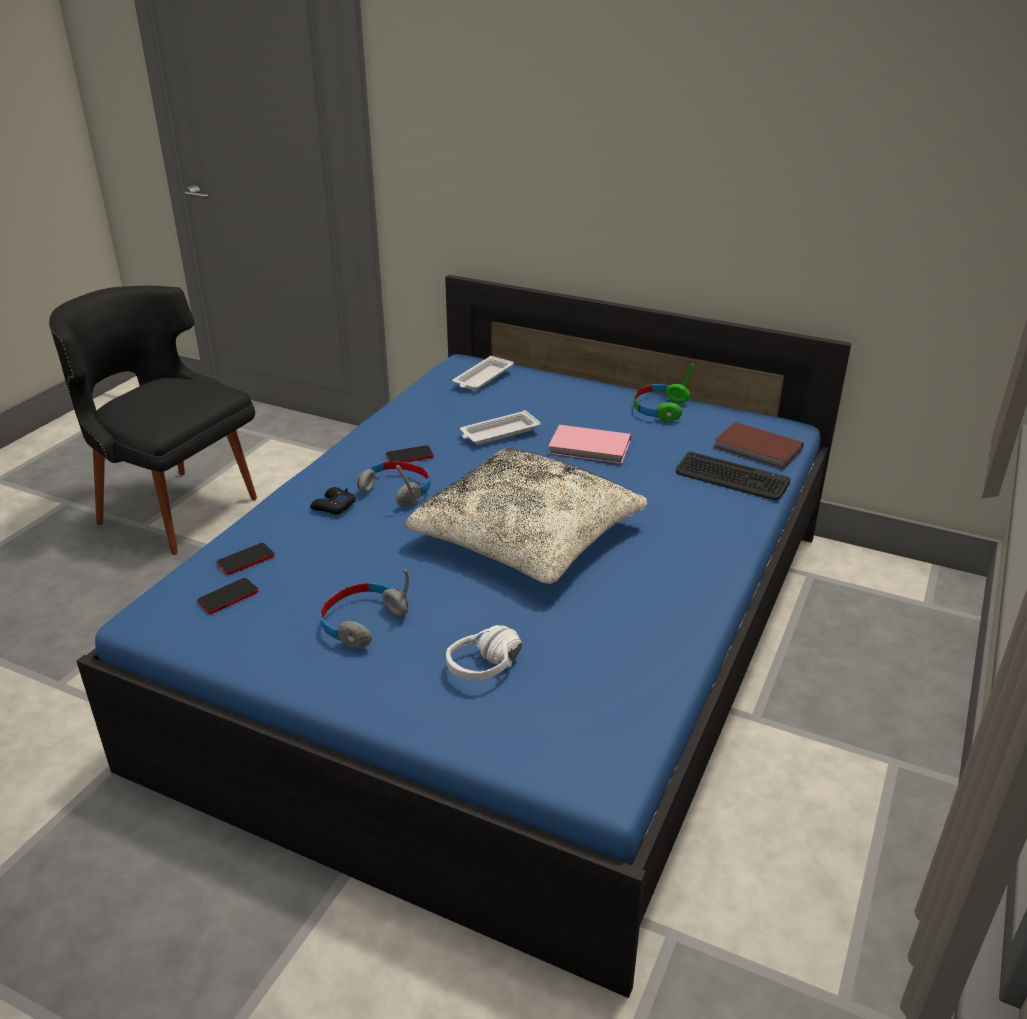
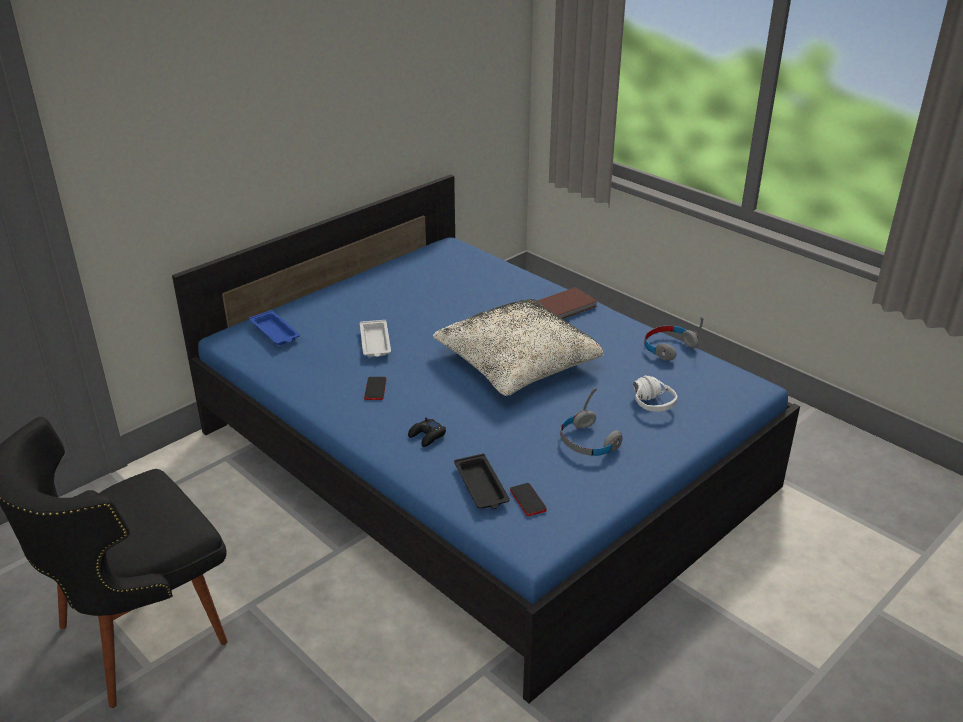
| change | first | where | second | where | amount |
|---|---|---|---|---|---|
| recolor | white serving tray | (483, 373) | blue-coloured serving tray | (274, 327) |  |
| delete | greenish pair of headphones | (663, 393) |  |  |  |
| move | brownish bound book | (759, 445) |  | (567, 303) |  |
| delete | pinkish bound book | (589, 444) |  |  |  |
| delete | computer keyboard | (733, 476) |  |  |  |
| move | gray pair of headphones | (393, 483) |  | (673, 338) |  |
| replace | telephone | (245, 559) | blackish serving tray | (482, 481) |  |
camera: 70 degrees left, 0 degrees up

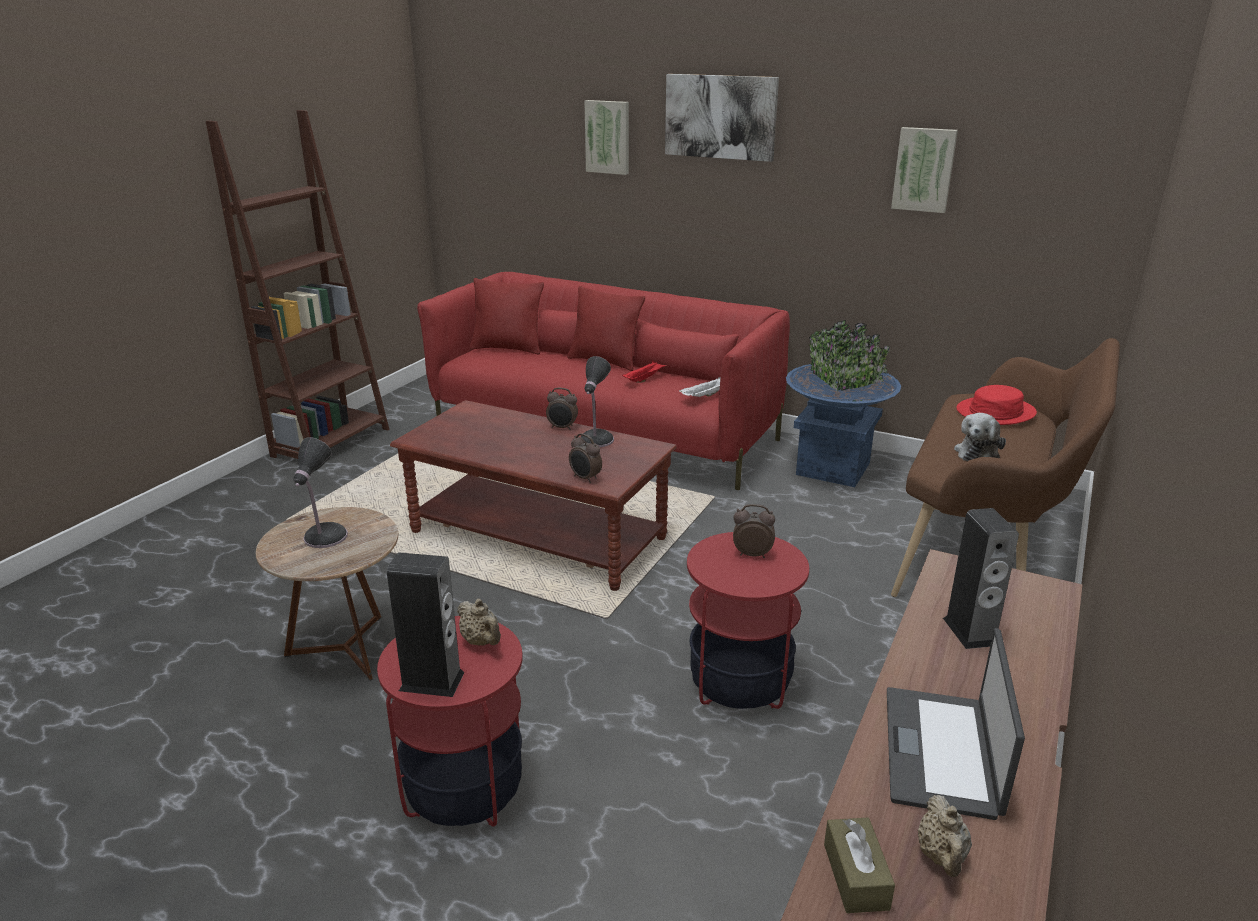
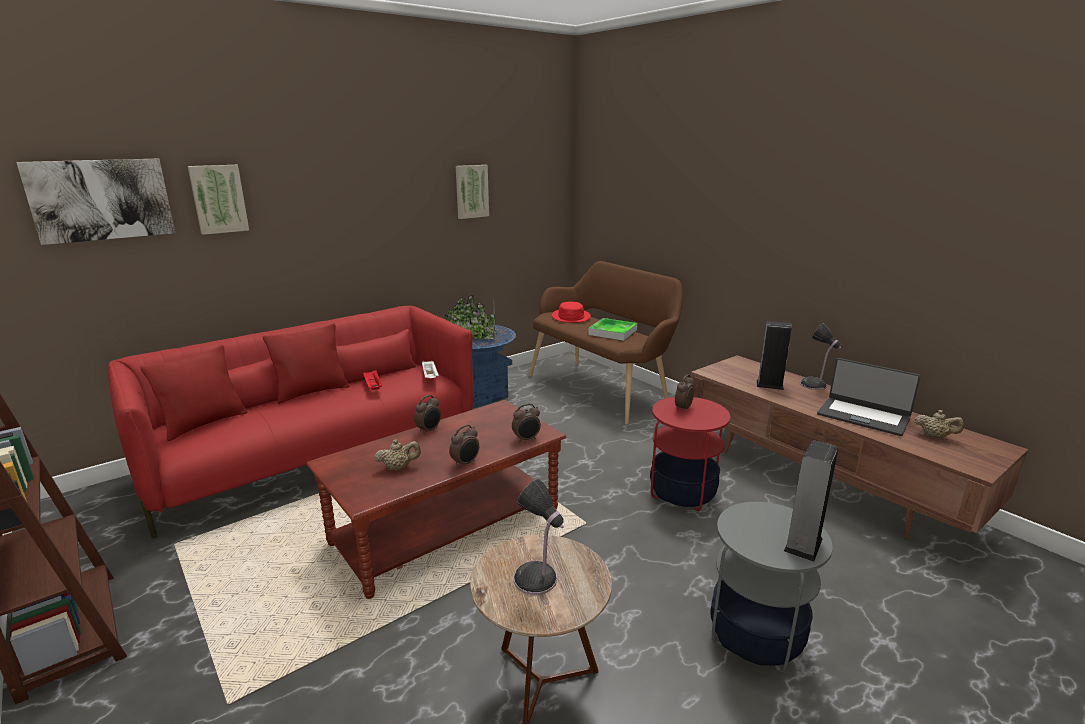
| change | first | where | second | where | amount |
|---|---|---|---|---|---|
| move | wall picture | (722, 118) |  | (95, 202) |  |
| move | lamp for a table | (597, 401) |  | (820, 356) |  |
| replace | plush toy | (980, 437) | serving tray | (612, 329) |  |
| move | beige pot for tea | (479, 622) |  | (397, 454) |  |
| recolor | red accent table | (450, 721) | gray accent table | (771, 587) |  |
| delete | brownish box of tissues | (859, 865) |  |  |  |
| insert |  |  | alarm clock | (464, 446) |  |
camera: 65 degrees left, 5 degrees down

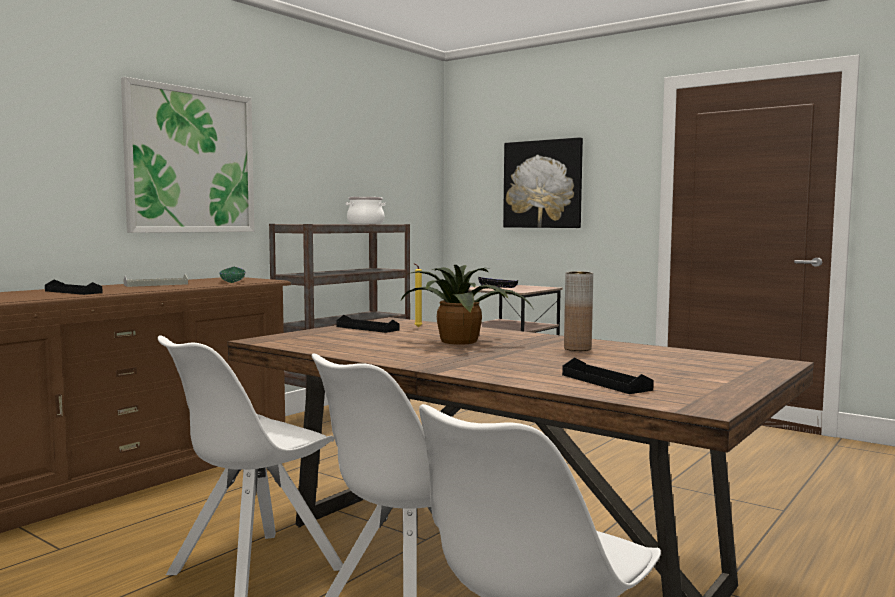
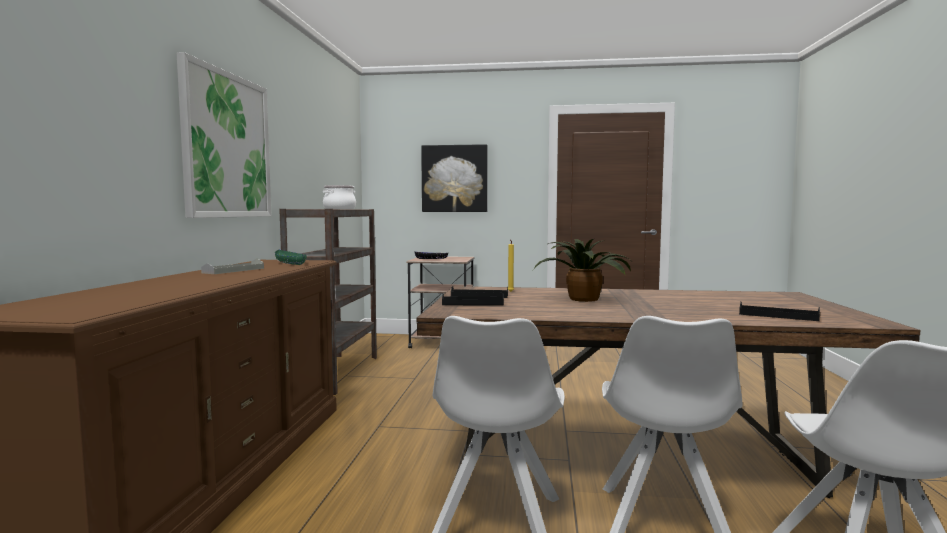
| change | first | where | second | where | amount |
|---|---|---|---|---|---|
| delete | brownish vase | (578, 311) |  |  |  |
| move | blackish serving tray | (74, 287) |  | (473, 299) |  |
camera: 30 degrees left, 0 degrees up

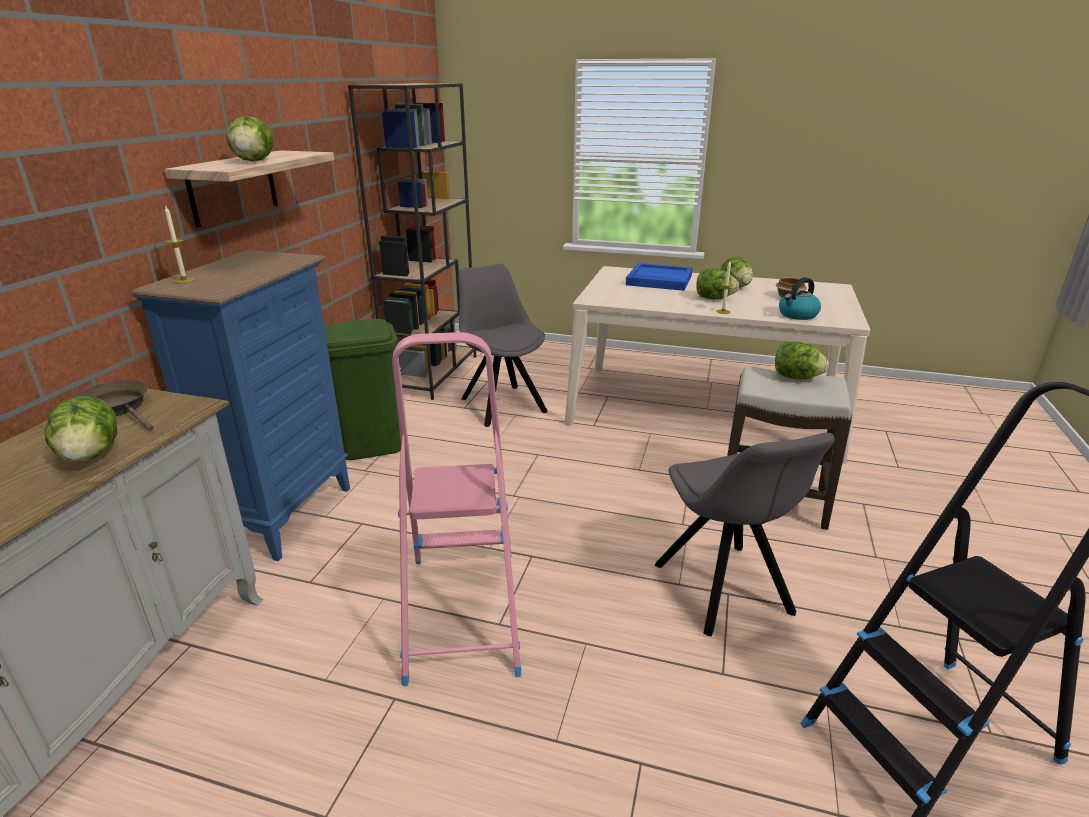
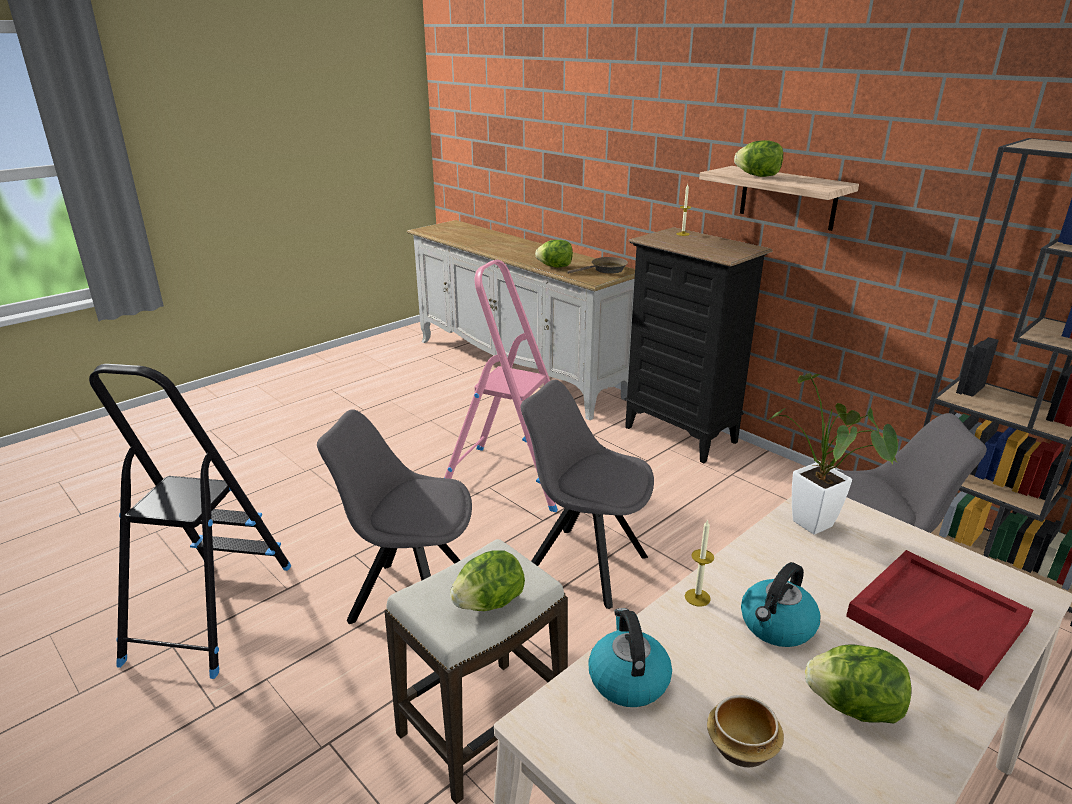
| change | first | where | second | where | amount |
|---|---|---|---|---|---|
| recolor | blue-coloured chest of drawers | (240, 405) | blackish chest of drawers | (698, 345) |  |
| recolor | blue-coloured serving tray | (659, 277) | red serving tray | (939, 620) |  |
| replace | head of lettuce | (717, 284) | water kettle | (781, 604) |  |
| delete | greenish rubbish bin | (362, 389) |  |  |  |
| insert |  |  | houseplant | (832, 453) |  |
| insert |  |  | gray upright chair | (587, 494) |  |
camera: 120 degrees right, 0 degrees up

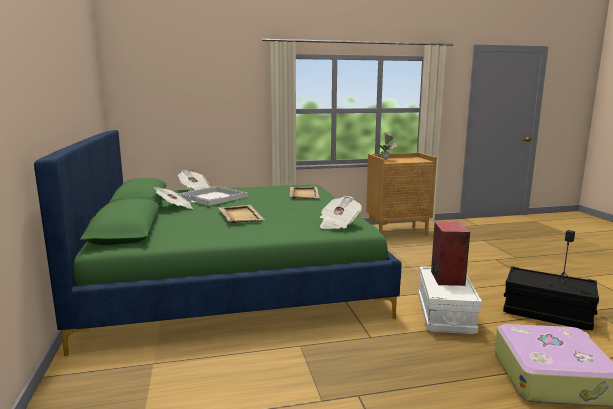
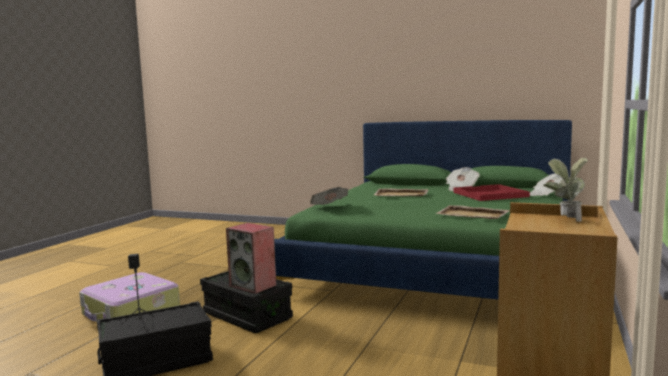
| change | first | where | second | where | amount |
|---|---|---|---|---|---|
| recolor | white serving tray | (213, 196) | red serving tray | (491, 192) |  |
| recolor | white storage box | (450, 300) | blackish storage box | (246, 302) |  |
camera: 125 degrees right, 5 degrees down

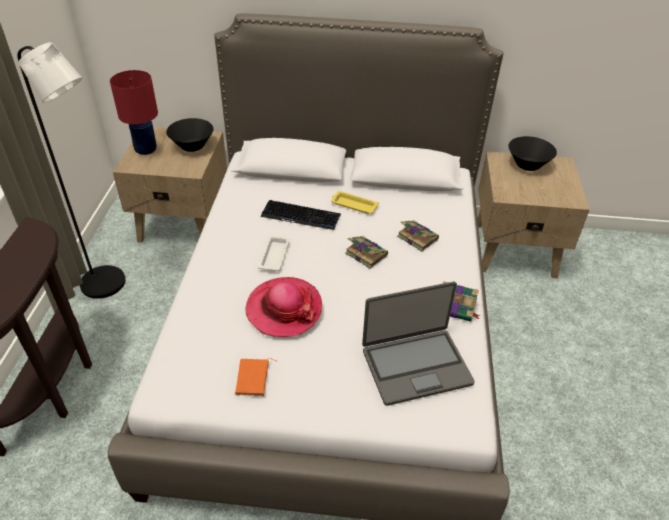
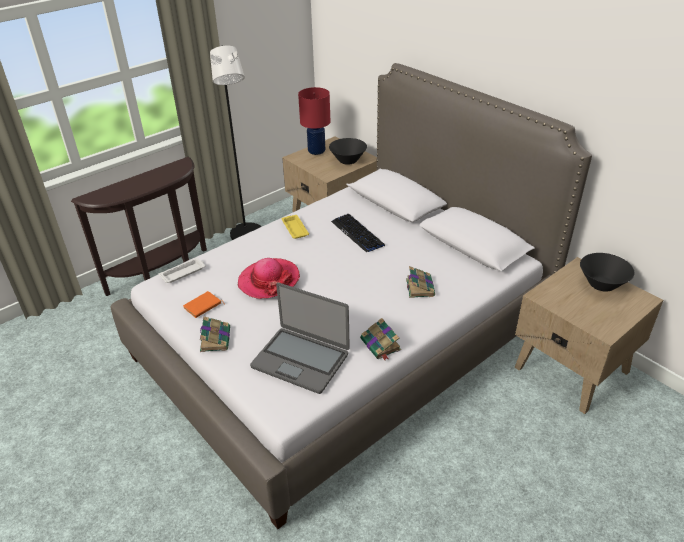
| change | first | where | second | where | amount |
|---|---|---|---|---|---|
| move | yellowish serving tray | (355, 202) |  | (295, 227) |  |
| move | white serving tray | (274, 253) |  | (182, 270) |  |
| move | bound book | (366, 252) |  | (215, 334) |  |
camera: 45 degrees right, 5 degrees down

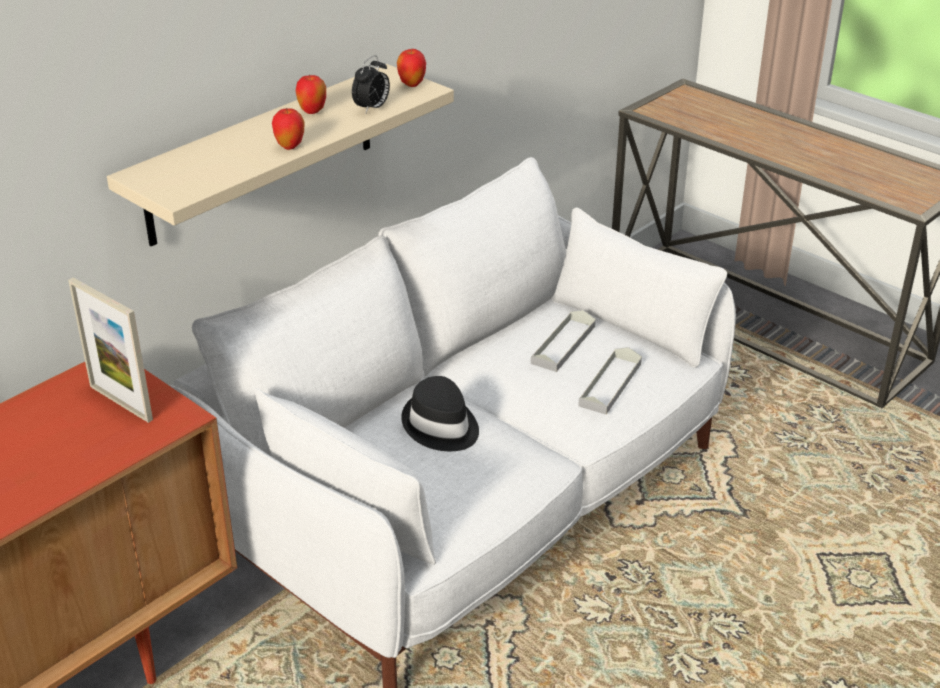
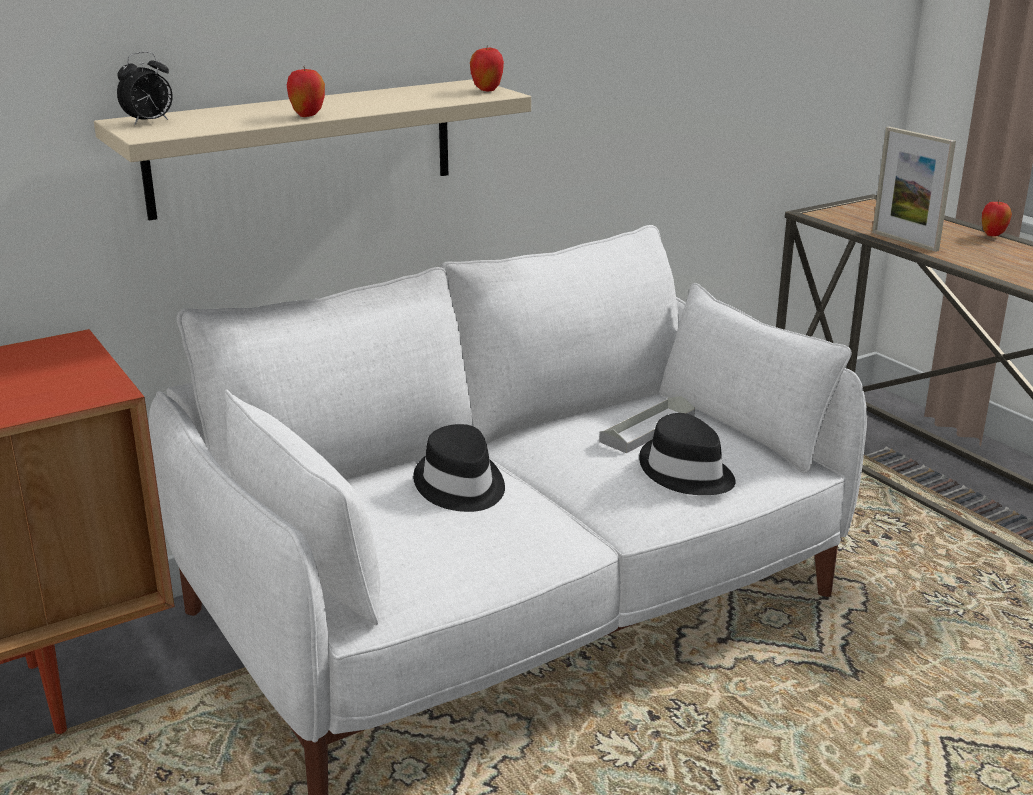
| change | first | where | second | where | amount |
|---|---|---|---|---|---|
| move | alarm clock | (371, 84) |  | (145, 88) |  |
| move | apple | (311, 94) |  | (997, 218) |  |
| move | standing frame | (110, 350) |  | (914, 189) |  |
| replace | gray serving tray | (610, 380) | blackish clothing hat | (687, 454) |  |
camera: 15 degrees right, 10 degrees down

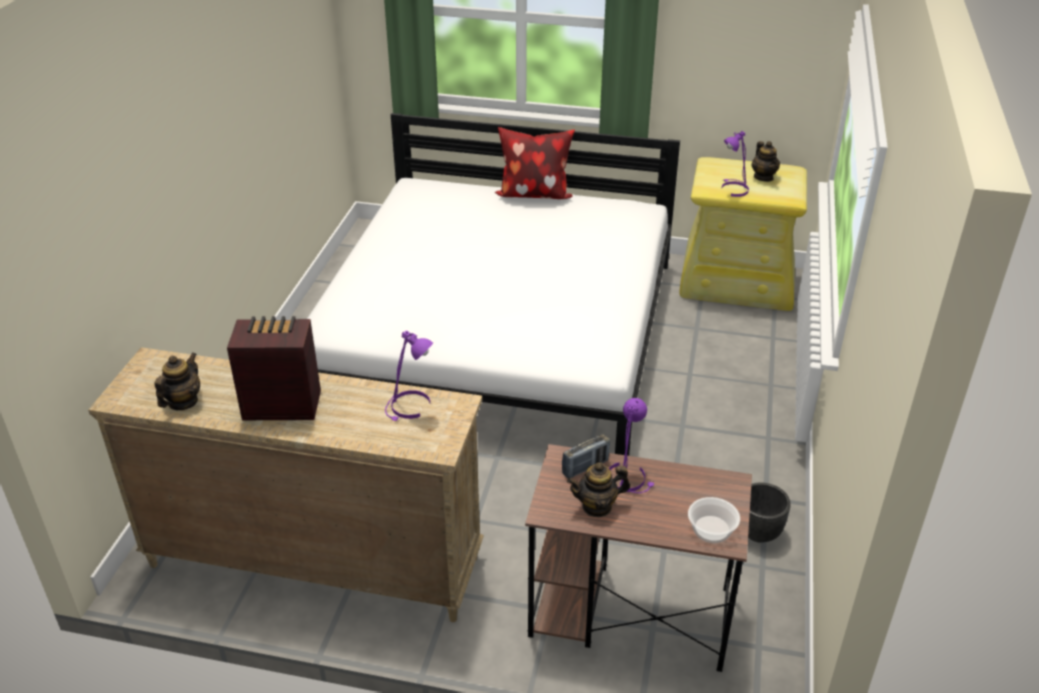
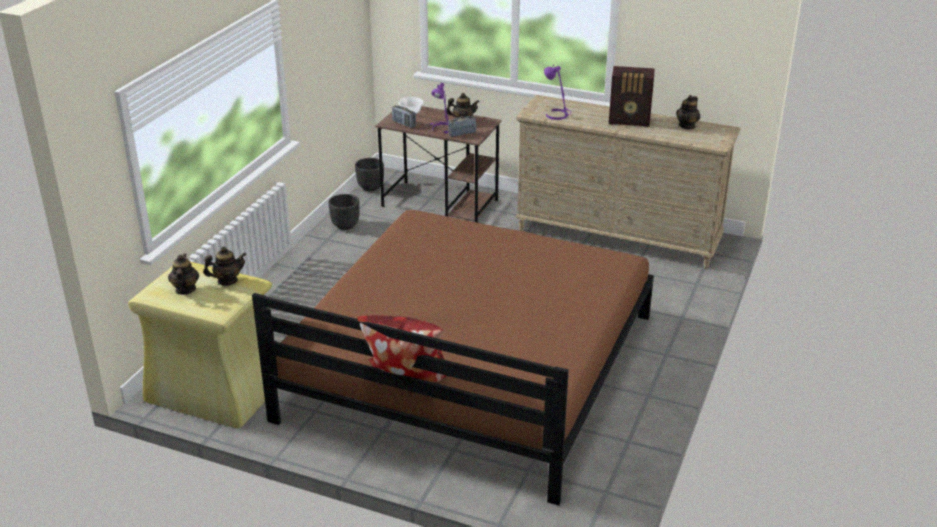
| change | first | where | second | where | amount |
|---|---|---|---|---|---|
| recolor | white bedroom bed | (493, 284) | brownish bedroom bed | (453, 358) |  |
| replace | purple lamp for a table | (735, 164) | pot for tea | (225, 266) |  |
| insert |  |  | radio set | (404, 116) |  |
| insert |  |  | blackish flower pot | (369, 174) |  |
camera: 170 degrees left, 5 degrees down

